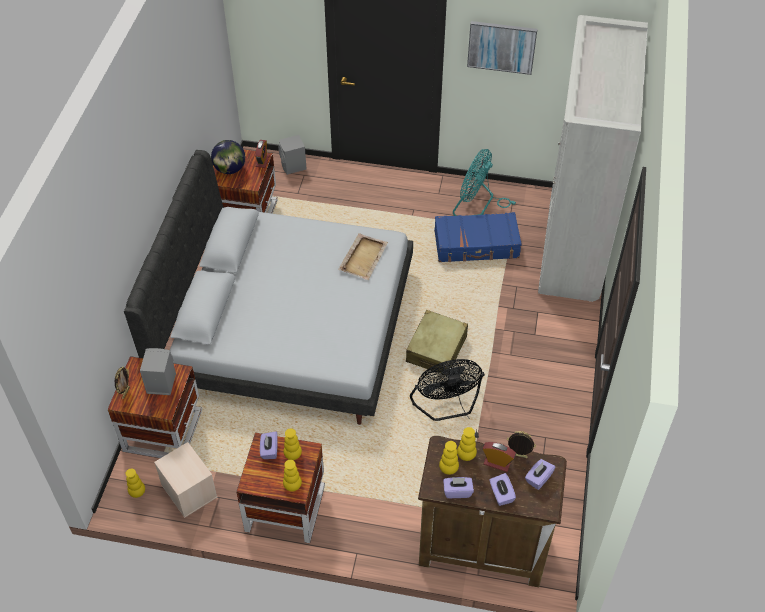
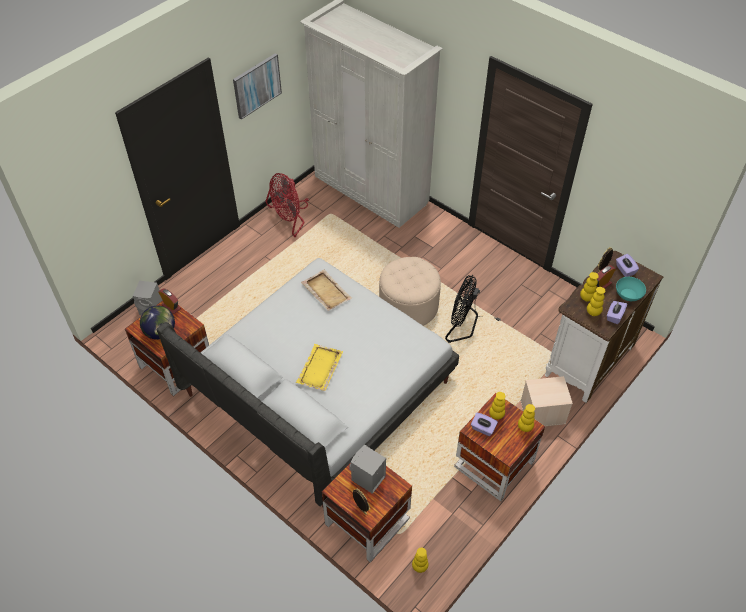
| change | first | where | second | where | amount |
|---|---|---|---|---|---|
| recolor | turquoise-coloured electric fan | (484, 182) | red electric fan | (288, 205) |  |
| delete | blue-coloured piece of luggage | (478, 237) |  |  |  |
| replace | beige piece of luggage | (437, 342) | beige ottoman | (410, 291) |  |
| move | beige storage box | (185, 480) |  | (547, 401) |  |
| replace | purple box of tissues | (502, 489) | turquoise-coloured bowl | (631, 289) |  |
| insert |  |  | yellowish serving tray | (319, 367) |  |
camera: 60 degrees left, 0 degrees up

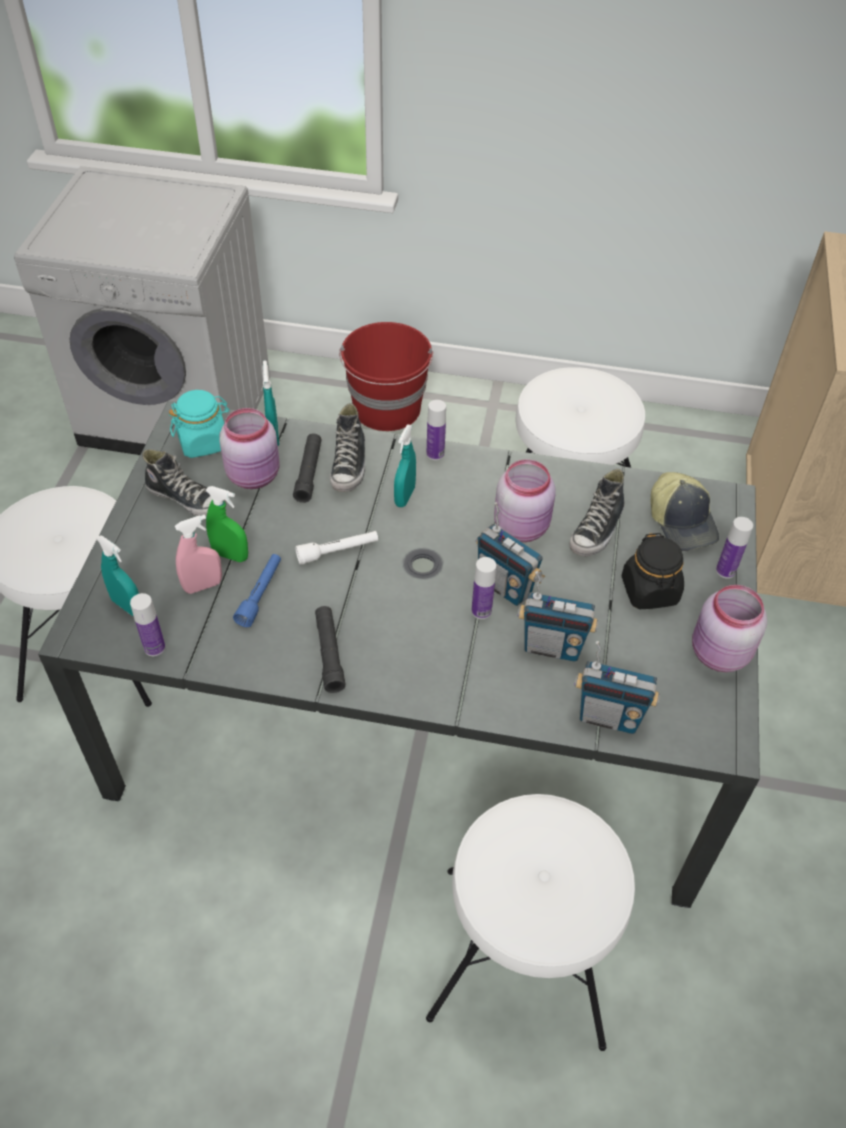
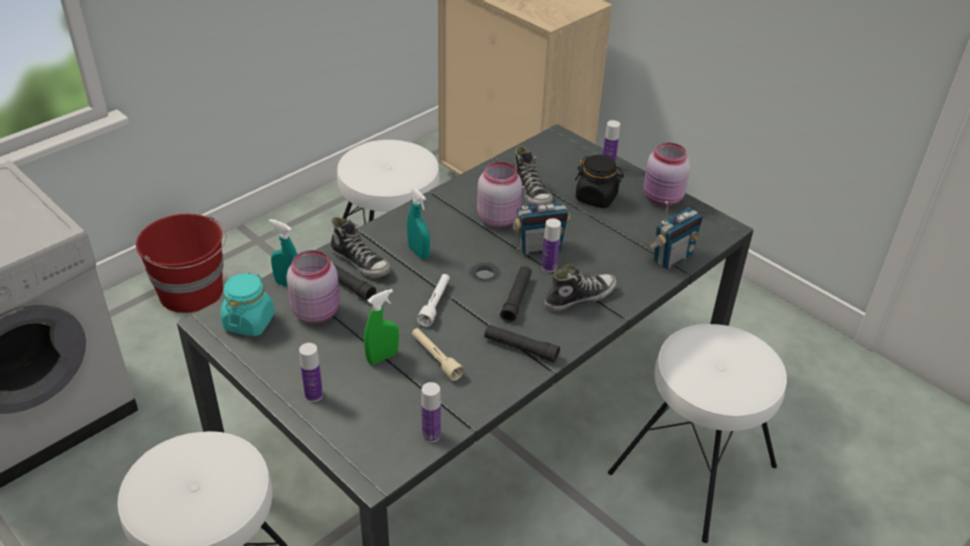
| change | first | where | second | where | amount |
|---|---|---|---|---|---|
| move | beverage bottle | (436, 430) |  | (311, 372) |  |
| move | low shoe | (184, 483) |  | (580, 287) |  |
| delete | cap | (685, 511) |  |  |  |
| delete | pinkish hand sprayer | (198, 554) |  |  |  |
| delete | turquoise-coloured hand sprayer | (117, 575) |  |  |  |
| recolor | blue-coloured flashlight | (257, 590) | beige flashlight | (438, 354) |  |
| delete | radio set | (558, 616) |  |  |  |
| insert |  |  | blackish flashlight | (516, 294) |  |
camera: 55 degrees left, 10 degrees down

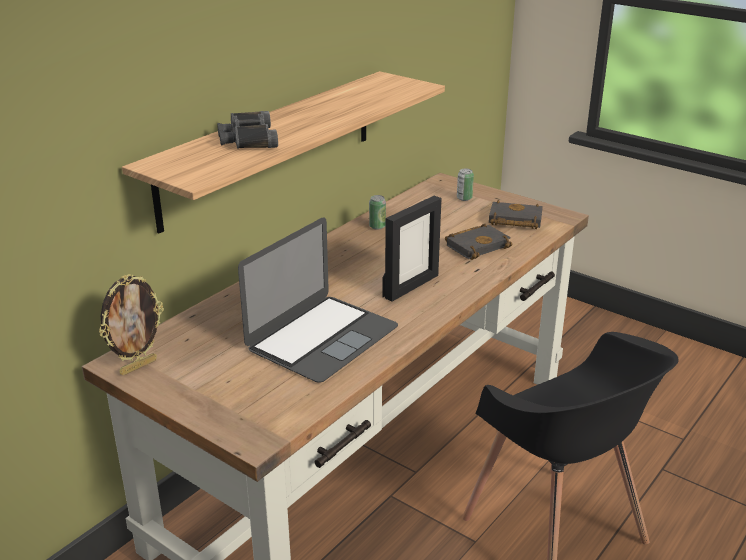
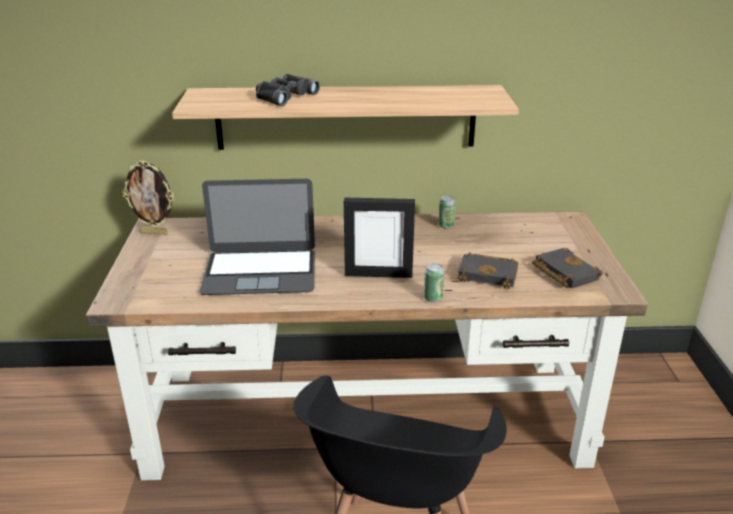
| change | first | where | second | where | amount |
|---|---|---|---|---|---|
| move | sealed can | (465, 185) |  | (434, 282) |  |
camera: 50 degrees right, 0 degrees up

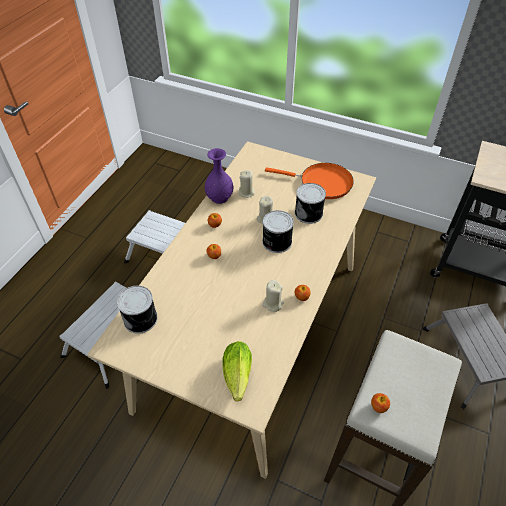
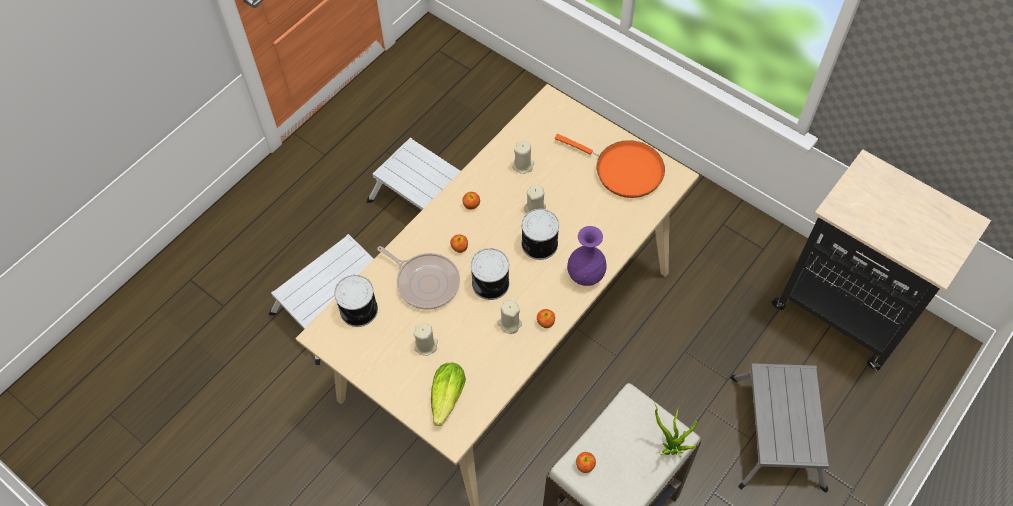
| change | first | where | second | where | amount |
|---|---|---|---|---|---|
| move | purple vase | (219, 176) |  | (587, 256) |  |
| move | sealed can | (310, 203) |  | (489, 274) |  |
| insert |  |  | pan | (418, 278) |  |
| insert |  |  | beige candle | (426, 339) |  |
| insert |  |  | houseplant | (675, 427) |  |
camera: 15 degrees right, 10 degrees up

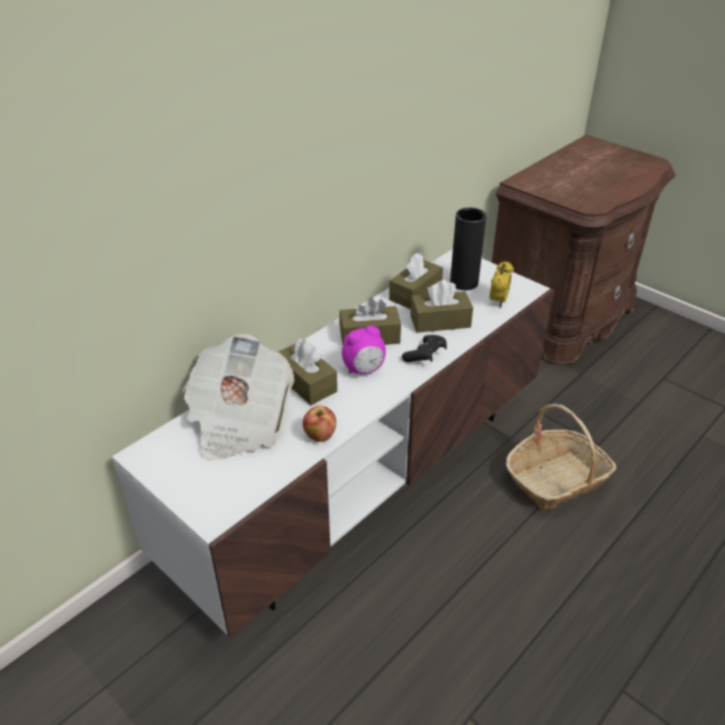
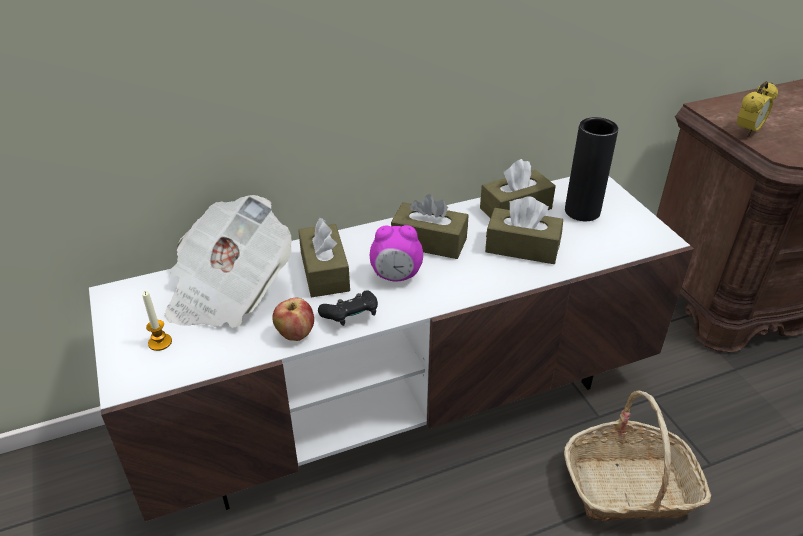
| change | first | where | second | where | amount |
|---|---|---|---|---|---|
| move | alarm clock | (502, 284) |  | (757, 109) |  |
| move | blackish game controller | (424, 348) |  | (348, 308) |  |
| insert |  |  | candle | (157, 321) |  |
camera: 25 degrees right, 0 degrees up

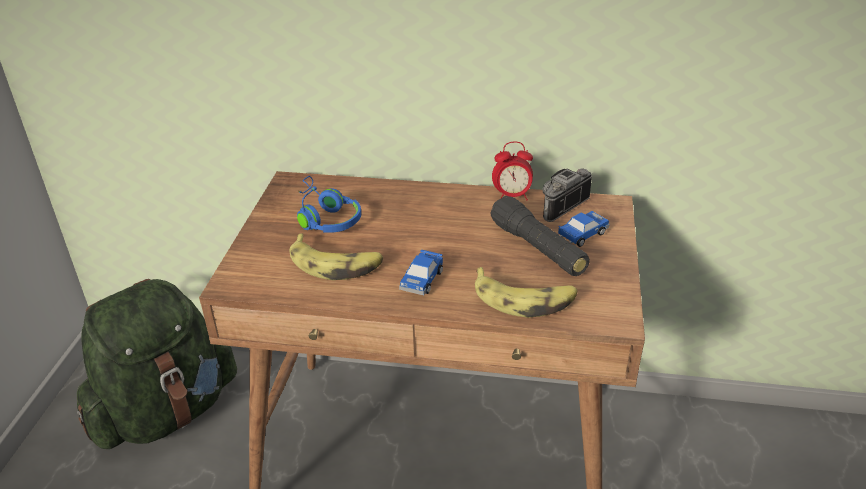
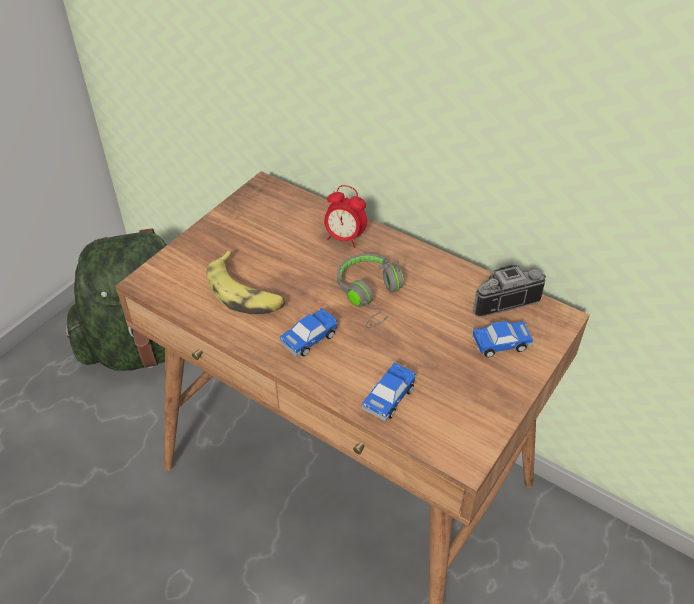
| change | first | where | second | where | amount |
|---|---|---|---|---|---|
| move | alarm clock | (512, 171) |  | (345, 216) |  |
| delete | blue-coloured pair of headphones | (329, 204) |  |  |  |
| delete | blackish flashlight | (540, 236) |  |  |  |
| replace | whole banana | (526, 292) | toy car | (388, 392) |  |
| insert |  |  | gray pair of headphones | (370, 290) |  |
camera: 25 degrees right, 10 degrees up

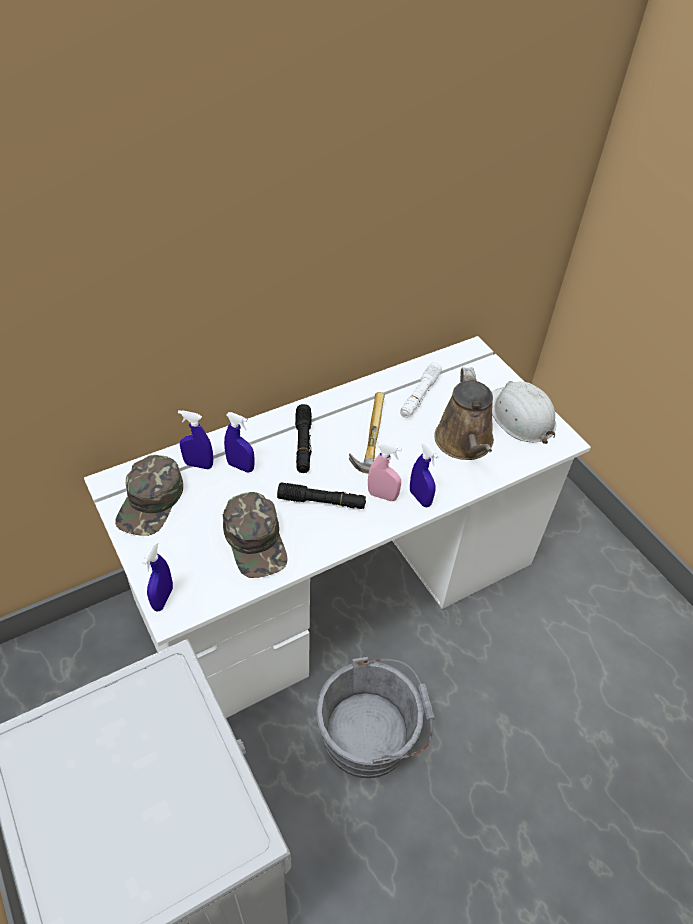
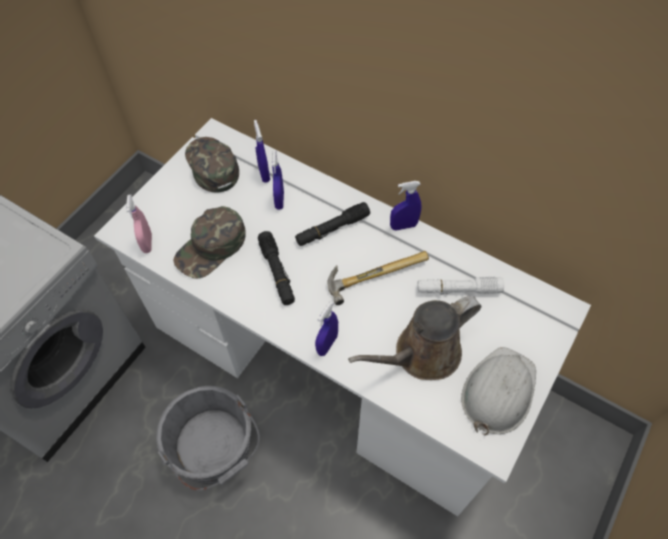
| change | first | where | second | where | amount |
|---|---|---|---|---|---|
| move | pinkish hand sprayer | (385, 472) |  | (139, 223) |  |
| rotate | greenish cap | (149, 495) |  | (212, 165) | 75 degrees clockwise |
| move | blue-coloured hand sprayer | (158, 576) |  | (405, 206) |  |
camera: 65 degrees right, 10 degrees up

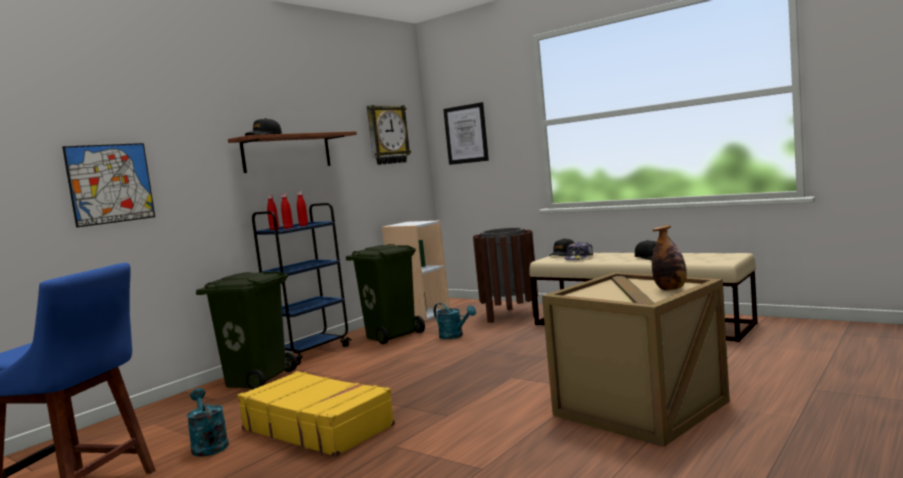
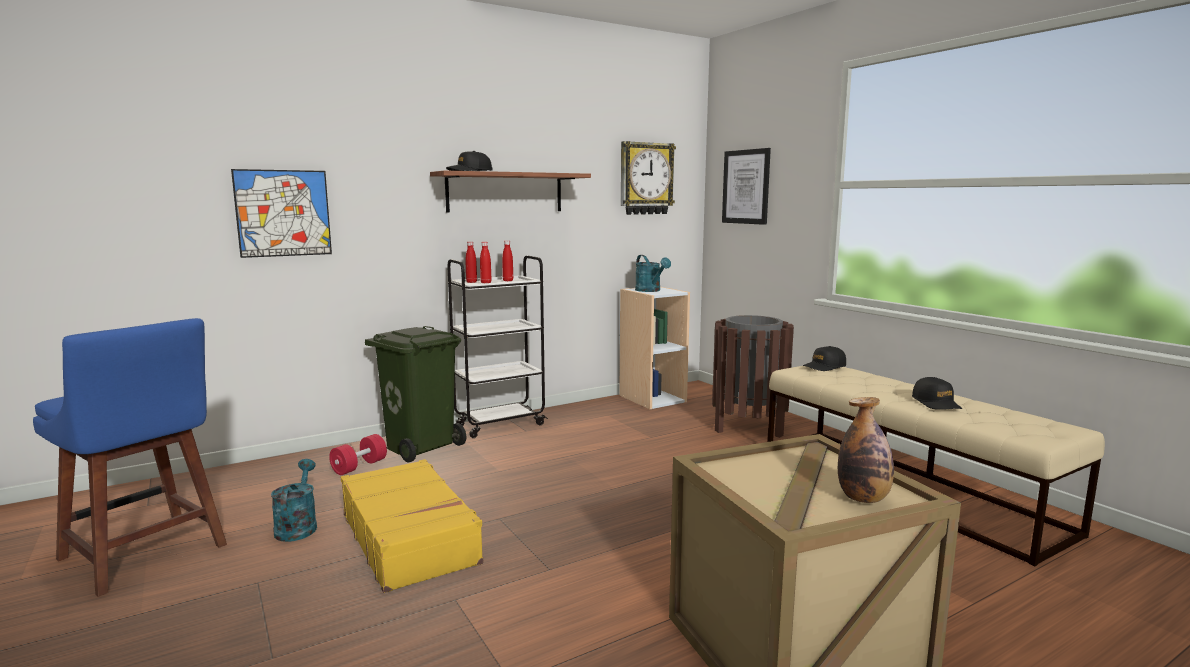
| change | first | where | second | where | amount |
|---|---|---|---|---|---|
| recolor | blue-coloured wheeled cart | (301, 284) | white wheeled cart | (498, 347) |  |
| delete | cap | (578, 251) |  |  |  |
| delete | greenish rubbish bin | (385, 294) |  |  |  |
| move | turquoise-coloured watering can | (455, 321) |  | (653, 273) |  |
| insert |  |  | red free weight | (358, 454) |  |
camera: 20 degrees right, 5 degrees up

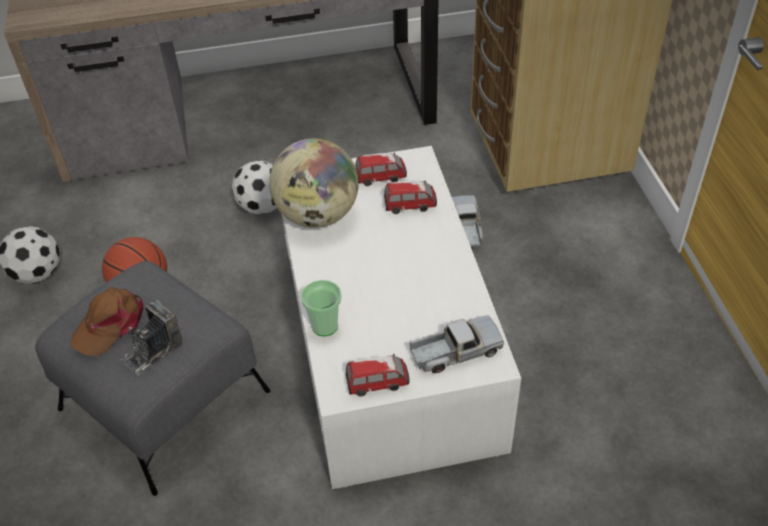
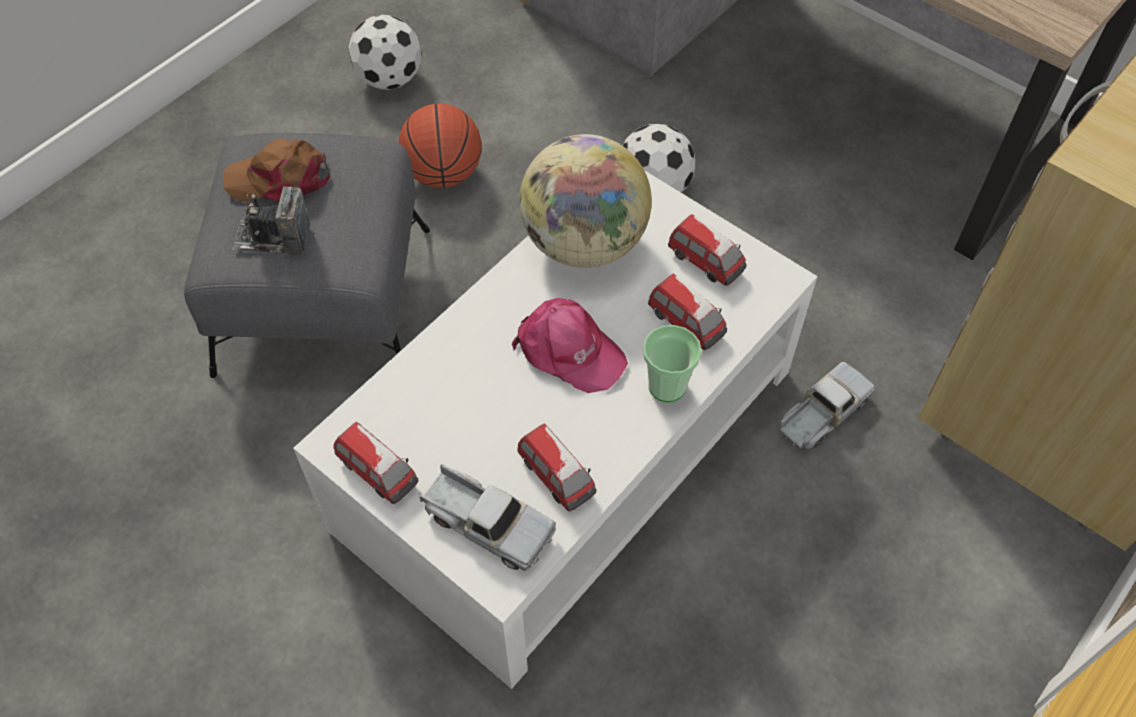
| change | first | where | second | where | amount |
|---|---|---|---|---|---|
| move | cup | (321, 308) |  | (672, 363) |  |
| insert |  |  | pinkish cap | (570, 345) |  |
| insert |  |  | toy car | (557, 467) |  |
camera: 50 degrees right, 10 degrees up

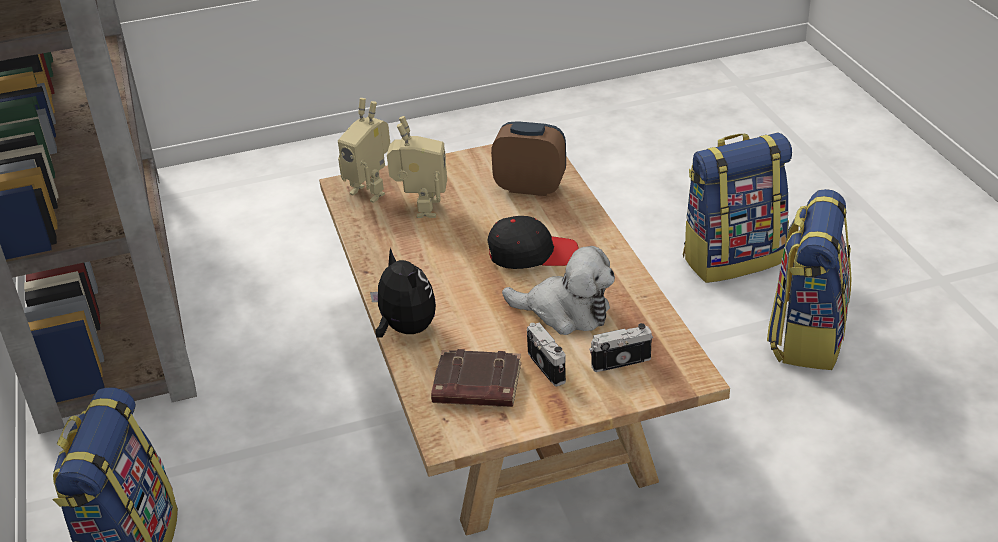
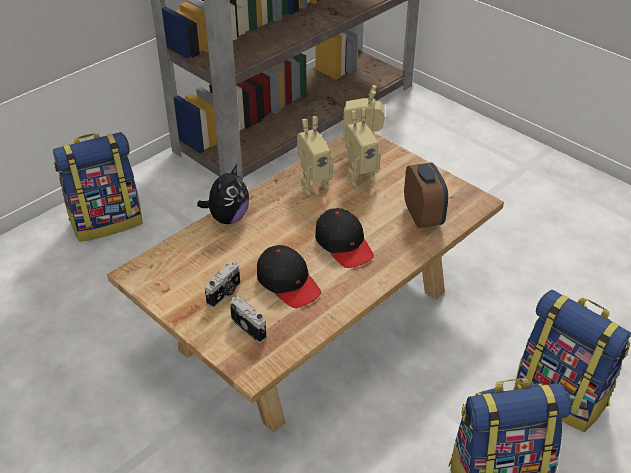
| change | first | where | second | where | amount |
|---|---|---|---|---|---|
| replace | plush toy | (558, 290) | blackish cap | (289, 276) |  |
| delete | brownish bound book | (476, 378) |  |  |  |
| insert |  |  | robot figure | (315, 156) |  |
camera: 60 degrees right, 5 degrees up

